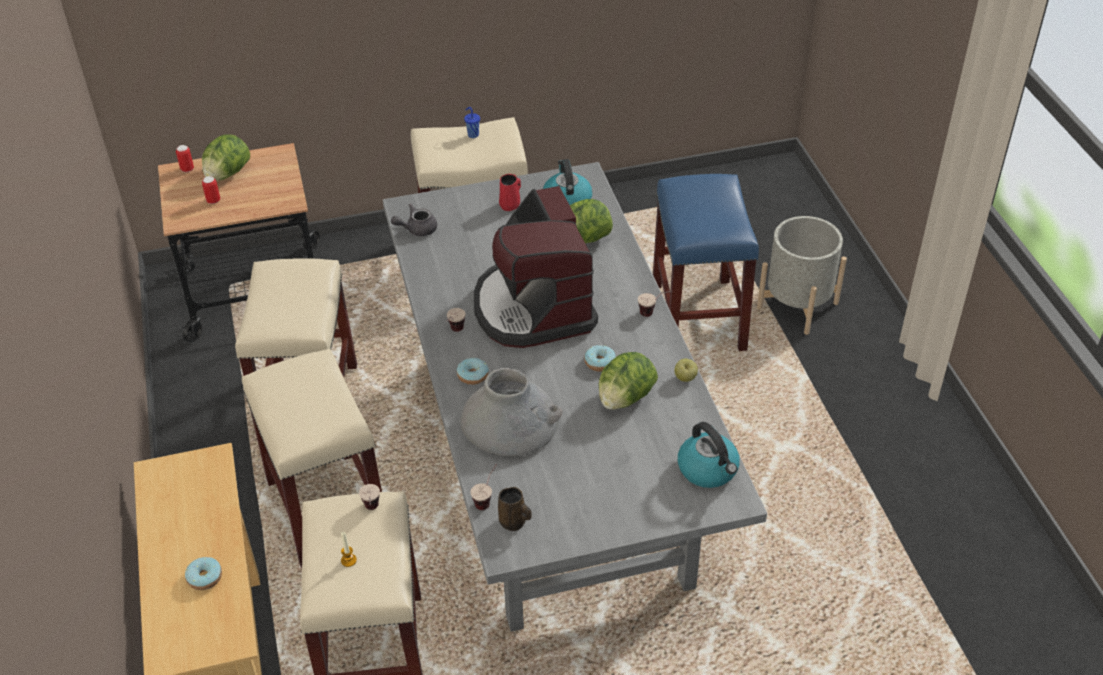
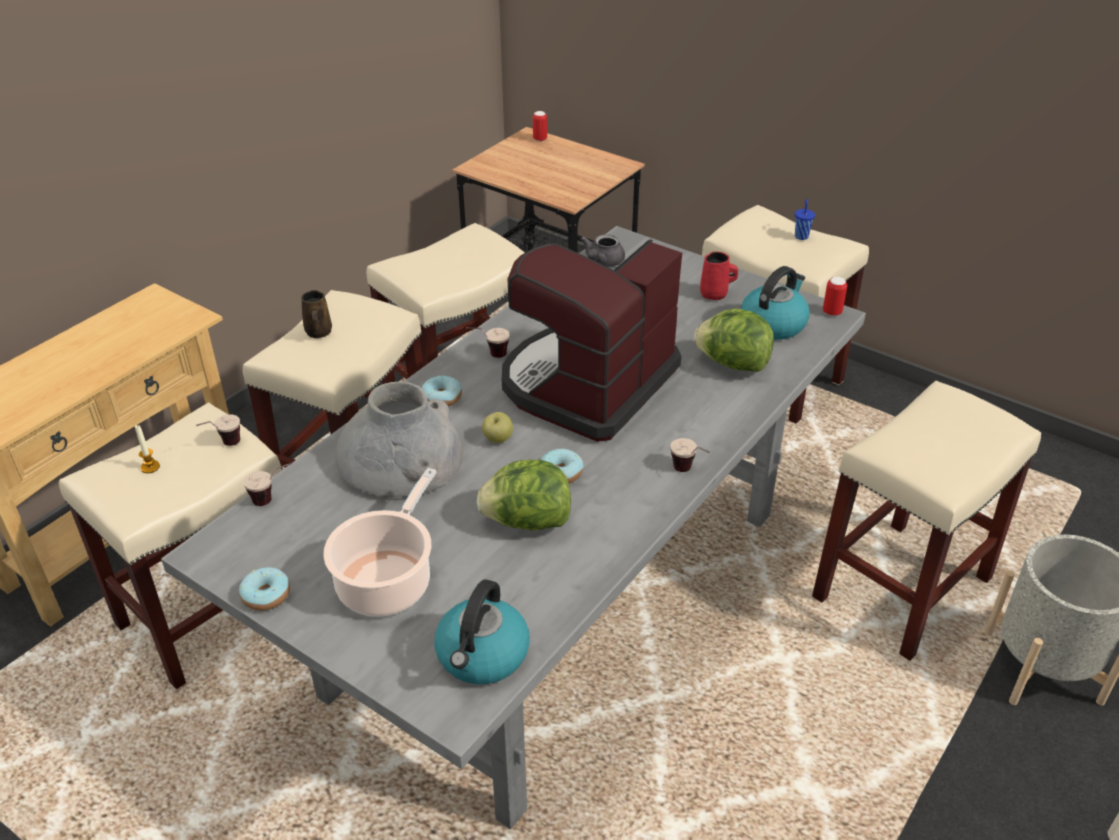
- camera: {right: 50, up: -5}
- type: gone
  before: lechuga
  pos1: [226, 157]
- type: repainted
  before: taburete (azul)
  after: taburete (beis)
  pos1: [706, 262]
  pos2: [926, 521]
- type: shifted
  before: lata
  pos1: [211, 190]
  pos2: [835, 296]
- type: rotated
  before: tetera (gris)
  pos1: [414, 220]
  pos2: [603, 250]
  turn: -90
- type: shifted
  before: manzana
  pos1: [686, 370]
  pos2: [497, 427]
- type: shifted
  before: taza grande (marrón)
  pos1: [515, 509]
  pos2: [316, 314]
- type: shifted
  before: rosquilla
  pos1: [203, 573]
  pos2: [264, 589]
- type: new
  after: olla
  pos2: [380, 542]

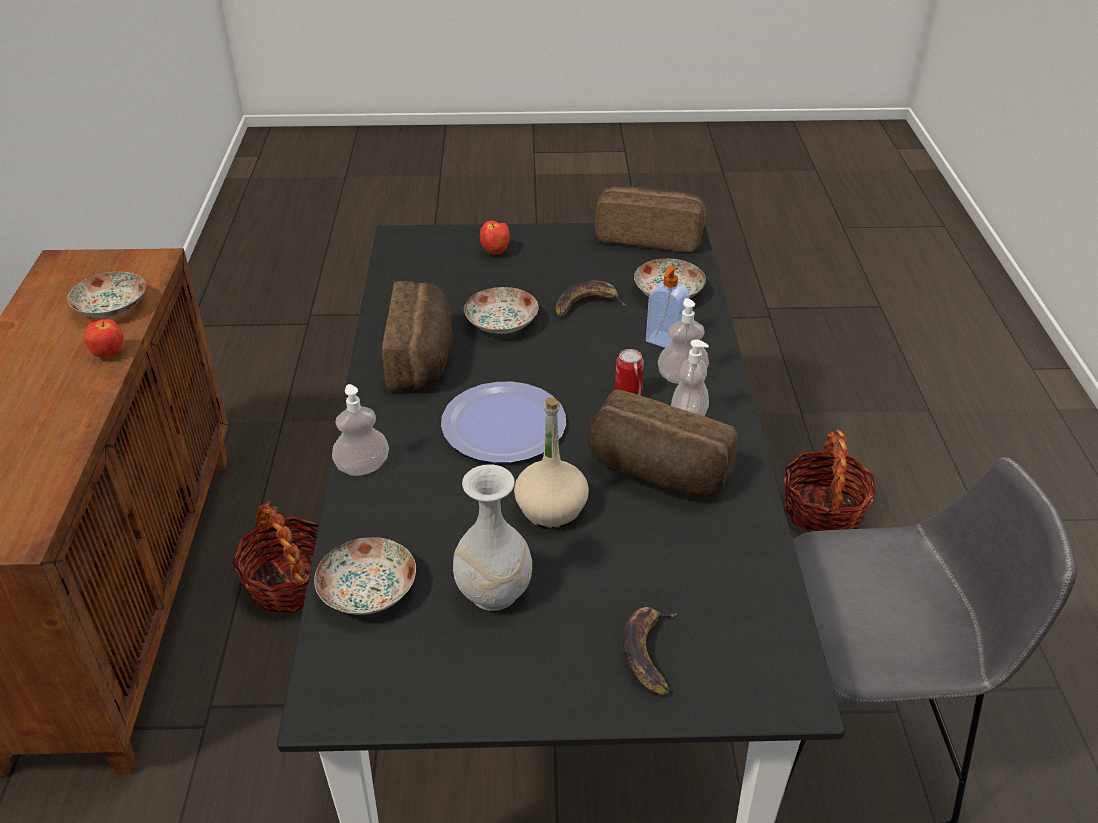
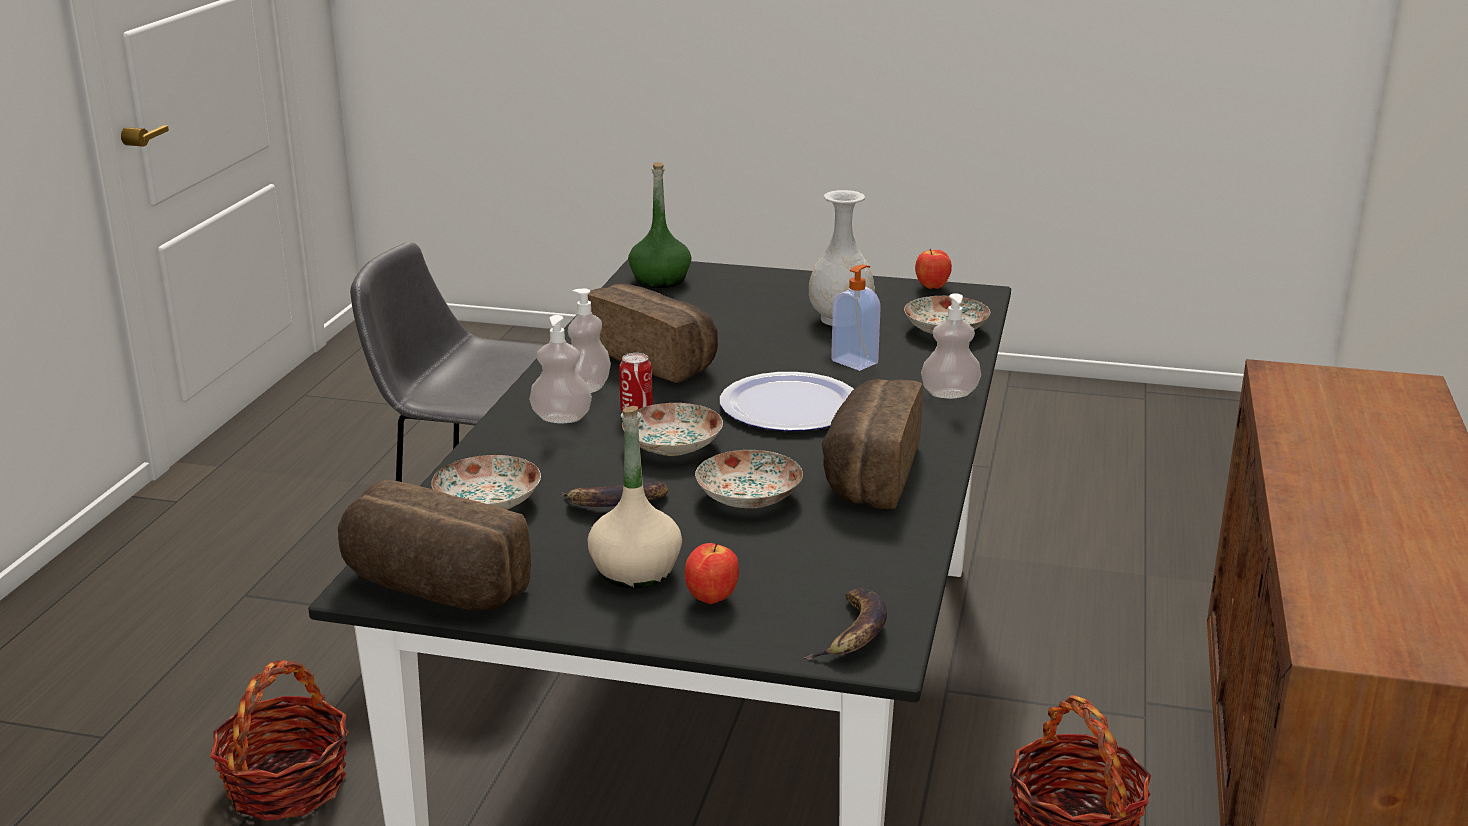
- camera: {right: -165, up: -15}
- type: shifted
  before: dispensador de jabón
  pos1: [668, 307]
  pos2: [856, 317]
- type: shifted
  before: plato
  pos1: [106, 295]
  pos2: [672, 429]
- type: shifted
  before: manzana
  pos1: [104, 338]
  pos2: [933, 269]
- type: shifted
  before: botella (beis)
  pos1: [551, 463]
  pos2: [634, 497]
- type: shifted
  before: plátano
  pos1: [650, 651]
  pos2: [845, 624]
- type: new
  after: botella (verde)
  pos2: [659, 225]

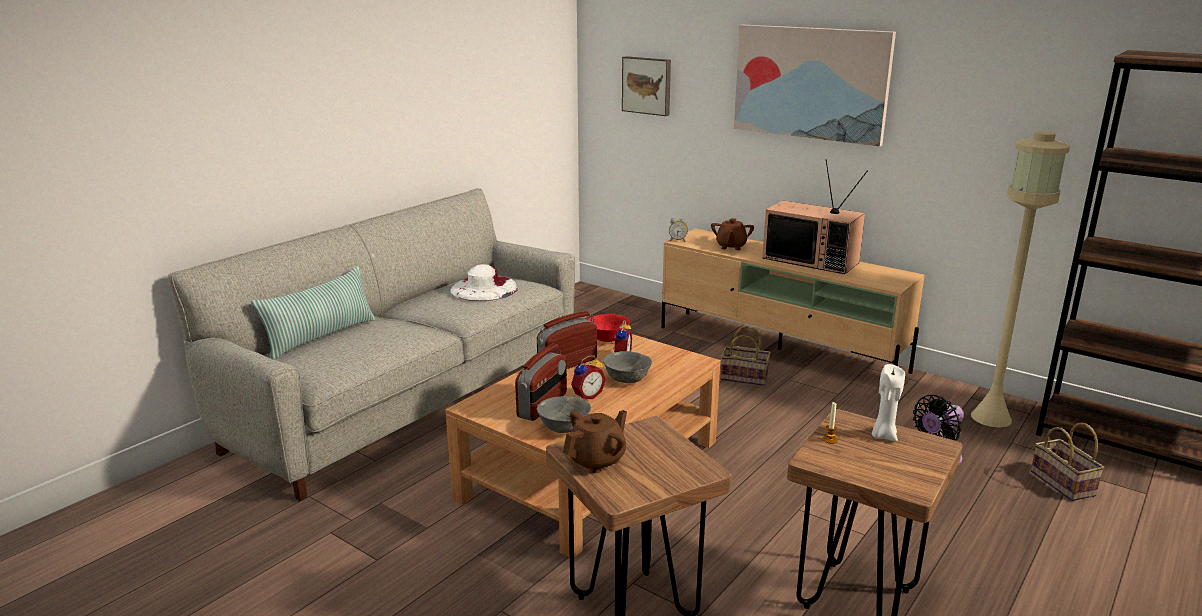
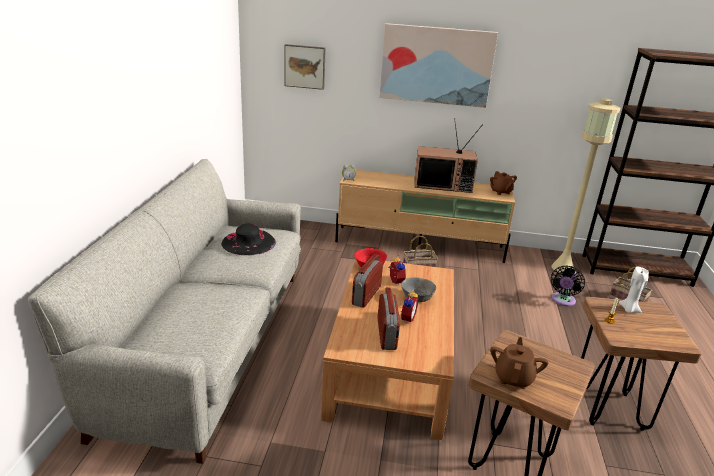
- camera: {right: -30, up: 5}
- type: shifted
  before: tetera (marrón)
  pos1: [732, 234]
  pos2: [503, 183]
- type: repainted
  before: sombrero (blanco)
  after: sombrero (negro)
  pos1: [484, 282]
  pos2: [248, 239]
- type: gone
  before: cojín
  pos1: [313, 313]
- type: gone
  before: cuenco (gris)
  pos1: [564, 414]

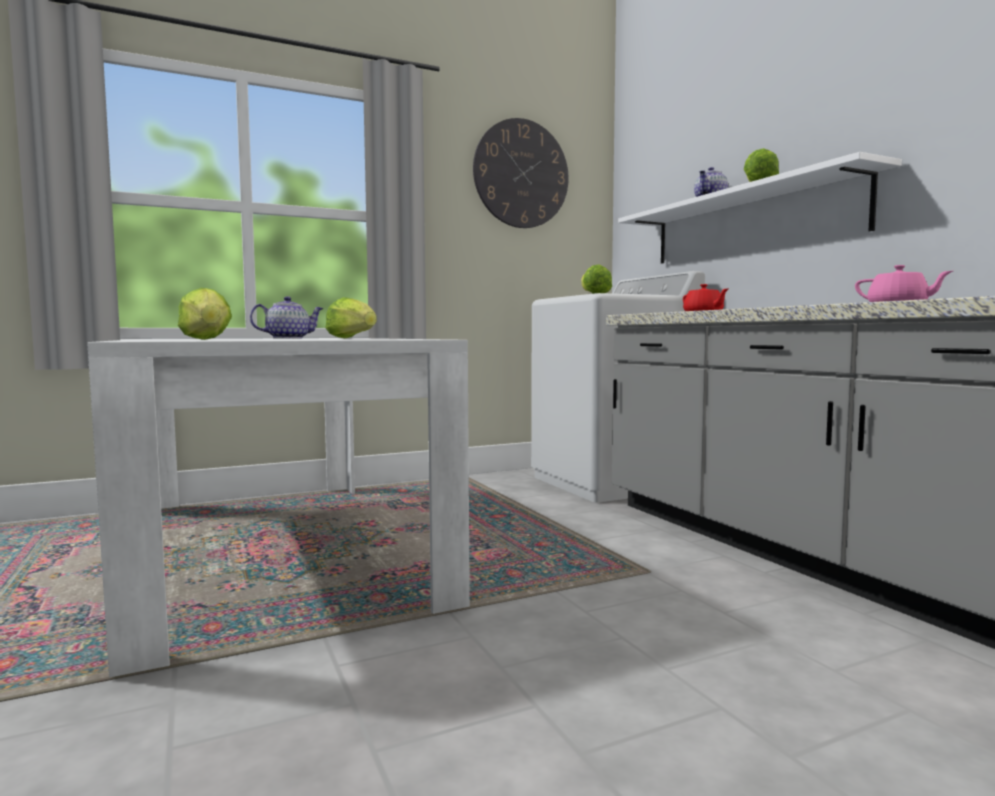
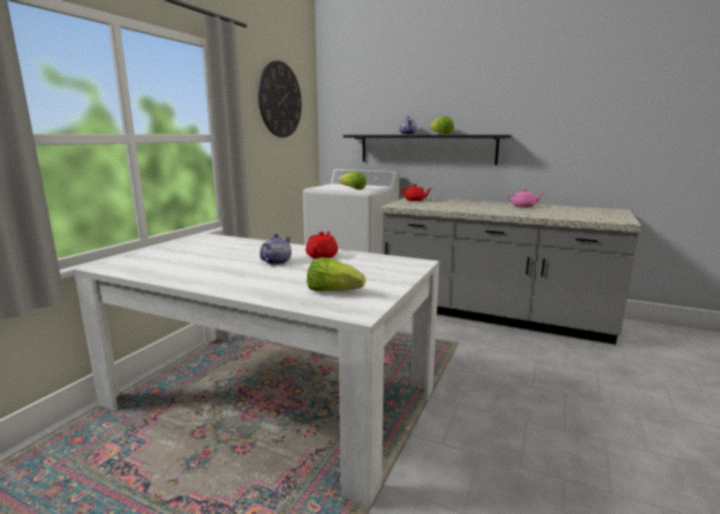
- camera: {right: -40, up: 10}
- type: repainted
  before: estante (blanco)
  after: estante (negro)
  pos1: [760, 208]
  pos2: [427, 150]
- type: swapped
  before: lechuga
  after: tetera (rojo)
  pos1: [351, 317]
  pos2: [322, 245]

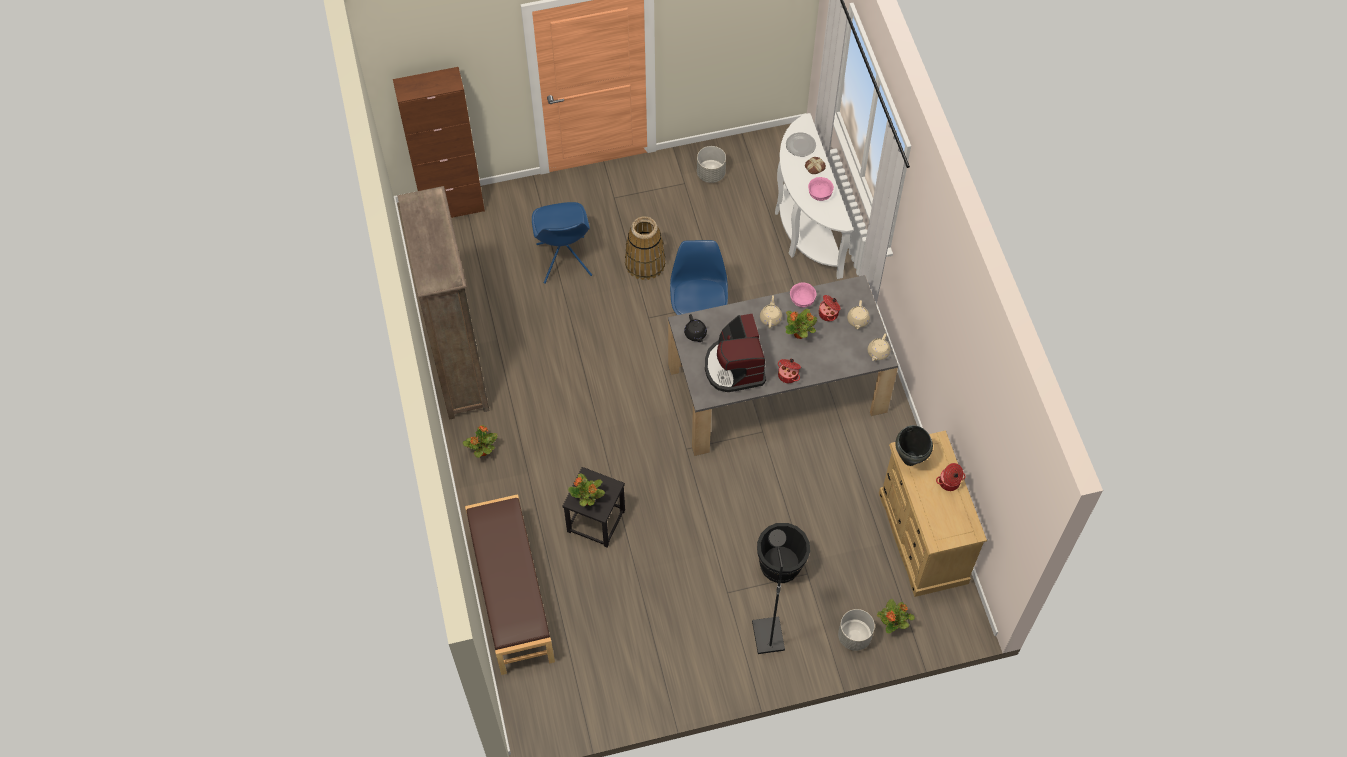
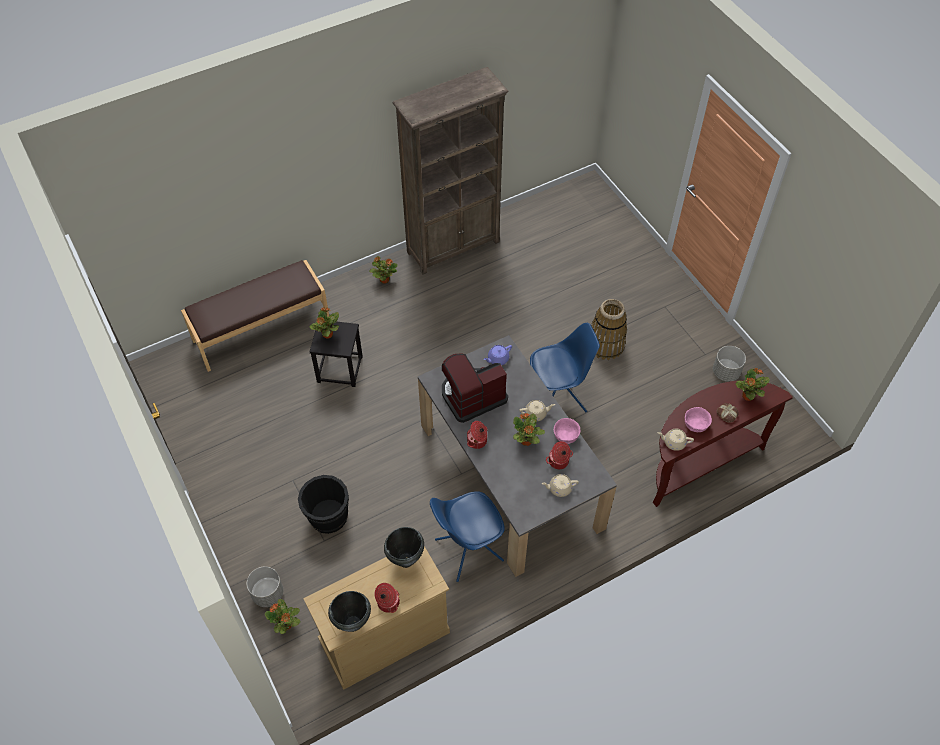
- camera: {right: 75, up: -5}
- type: gone
  before: armario (marrón)
  pos1: [439, 142]
- type: repainted
  before: mesa consola (blanco)
  after: mesa consola (marrón)
  pos1: [814, 196]
  pos2: [723, 443]
- type: swapped
  before: plato
  after: planta en maceta
  pos1: [801, 144]
  pos2: [752, 384]
- type: shifted
  before: silla (azul)
  pos1: [562, 243]
  pos2: [467, 536]
- type: repainted
  before: tetera (negro)
  after: tetera (morado)
  pos1: [695, 328]
  pos2: [497, 355]
- type: shifted
  before: tetera (beis)
  pos1: [879, 347]
  pos2: [676, 439]
- type: gone
  before: lámpara de pie (negro)
  pos1: [769, 591]
- type: new
  after: olla (negro)
  pos2: [349, 611]

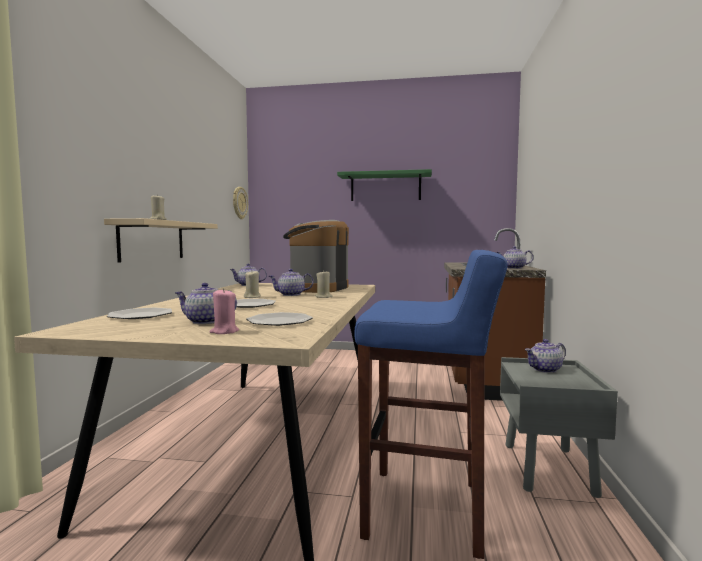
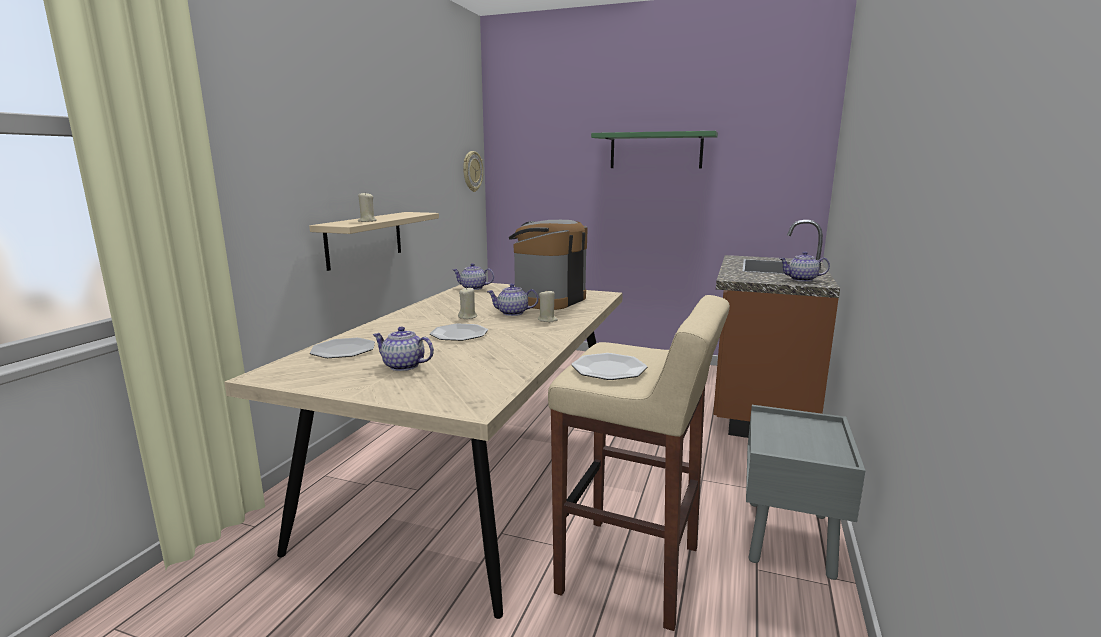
- camera: {right: 10, up: 10}
- type: repainted
  before: taburete (azul)
  after: taburete (beis)
  pos1: [431, 404]
  pos2: [639, 463]
- type: gone
  before: vela (rosa)
  pos1: [224, 311]
- type: shifted
  before: plato
  pos1: [279, 319]
  pos2: [609, 366]
- type: gone
  before: tetera
  pos1: [545, 356]

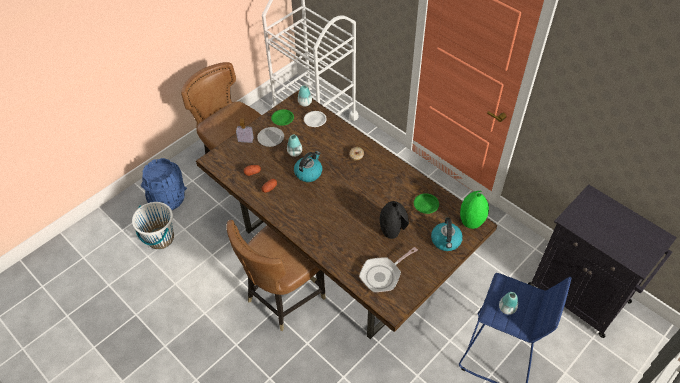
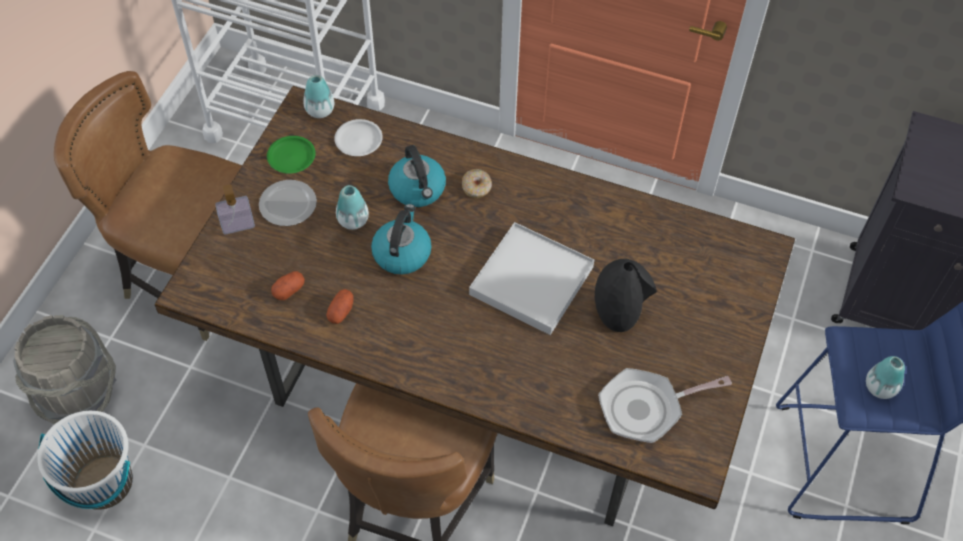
- camera: {right: -25, up: 5}
- type: repainted
  before: cubo (azul)
  after: cubo (gris)
  pos1: [164, 184]
  pos2: [65, 370]
- type: gone
  before: florero (verde)
  pos1: [474, 210]
- type: gone
  before: plato (verde)
  pos1: [426, 203]
- type: shifted
  before: hervidor
  pos1: [447, 234]
  pos2: [417, 176]
- type: rotated
  before: sartén
  pos1: [388, 269]
  pos2: [665, 405]
  turn: 45
- type: new
  after: bandeja (blanco)
  pos2: [531, 278]

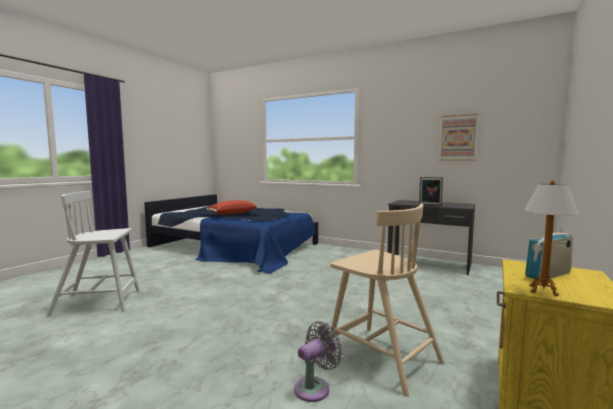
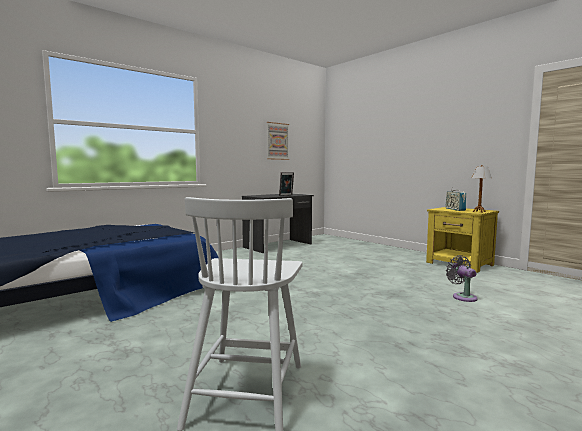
- camera: {right: -70, up: 0}
- type: gone
  before: cojín (rojo)
  pos1: [232, 207]
- type: gone
  before: silla (beis)
  pos1: [387, 300]

